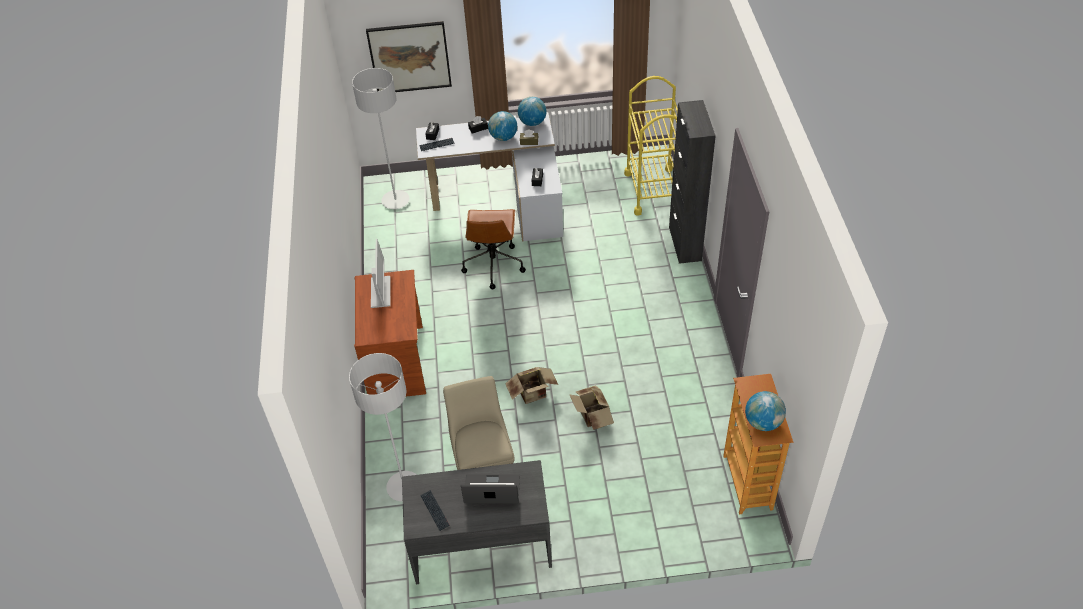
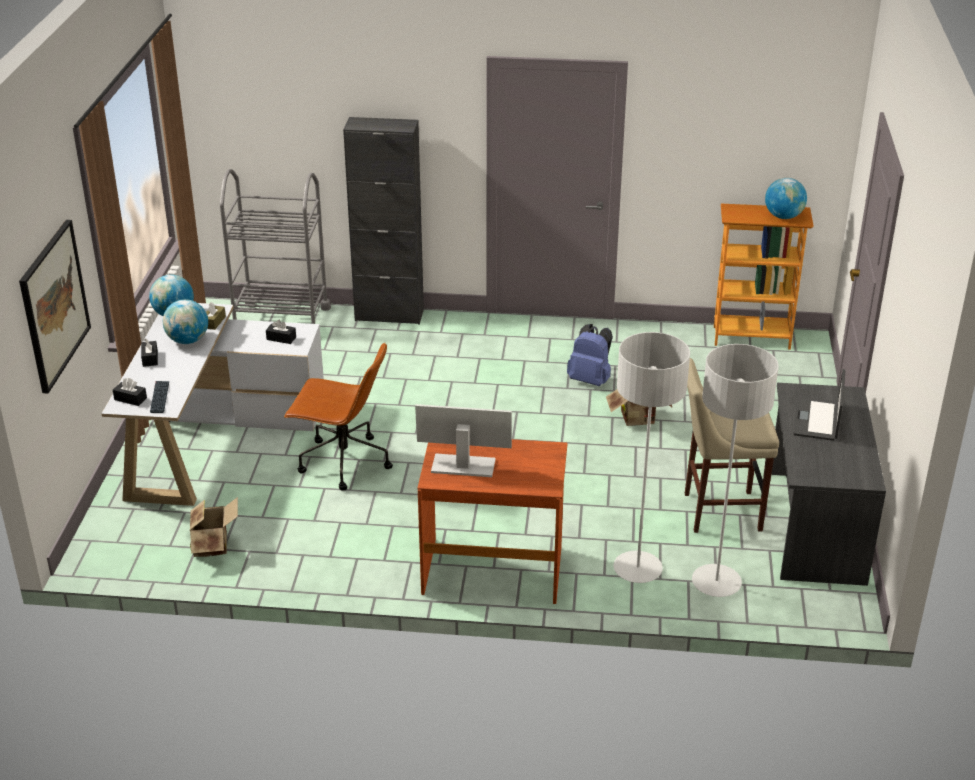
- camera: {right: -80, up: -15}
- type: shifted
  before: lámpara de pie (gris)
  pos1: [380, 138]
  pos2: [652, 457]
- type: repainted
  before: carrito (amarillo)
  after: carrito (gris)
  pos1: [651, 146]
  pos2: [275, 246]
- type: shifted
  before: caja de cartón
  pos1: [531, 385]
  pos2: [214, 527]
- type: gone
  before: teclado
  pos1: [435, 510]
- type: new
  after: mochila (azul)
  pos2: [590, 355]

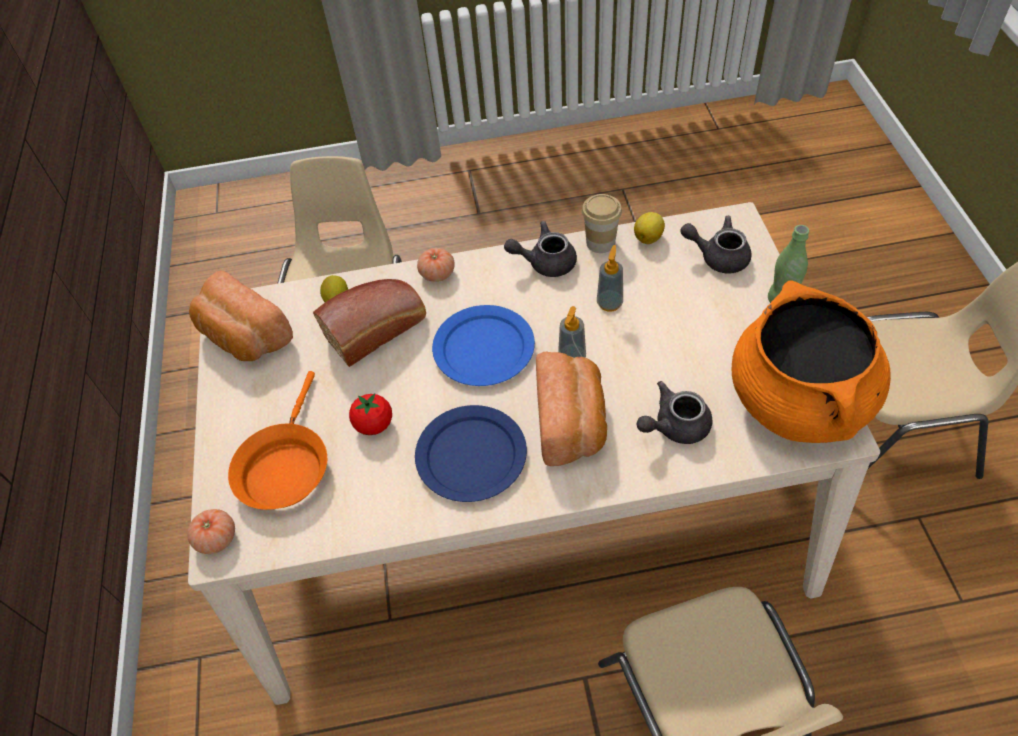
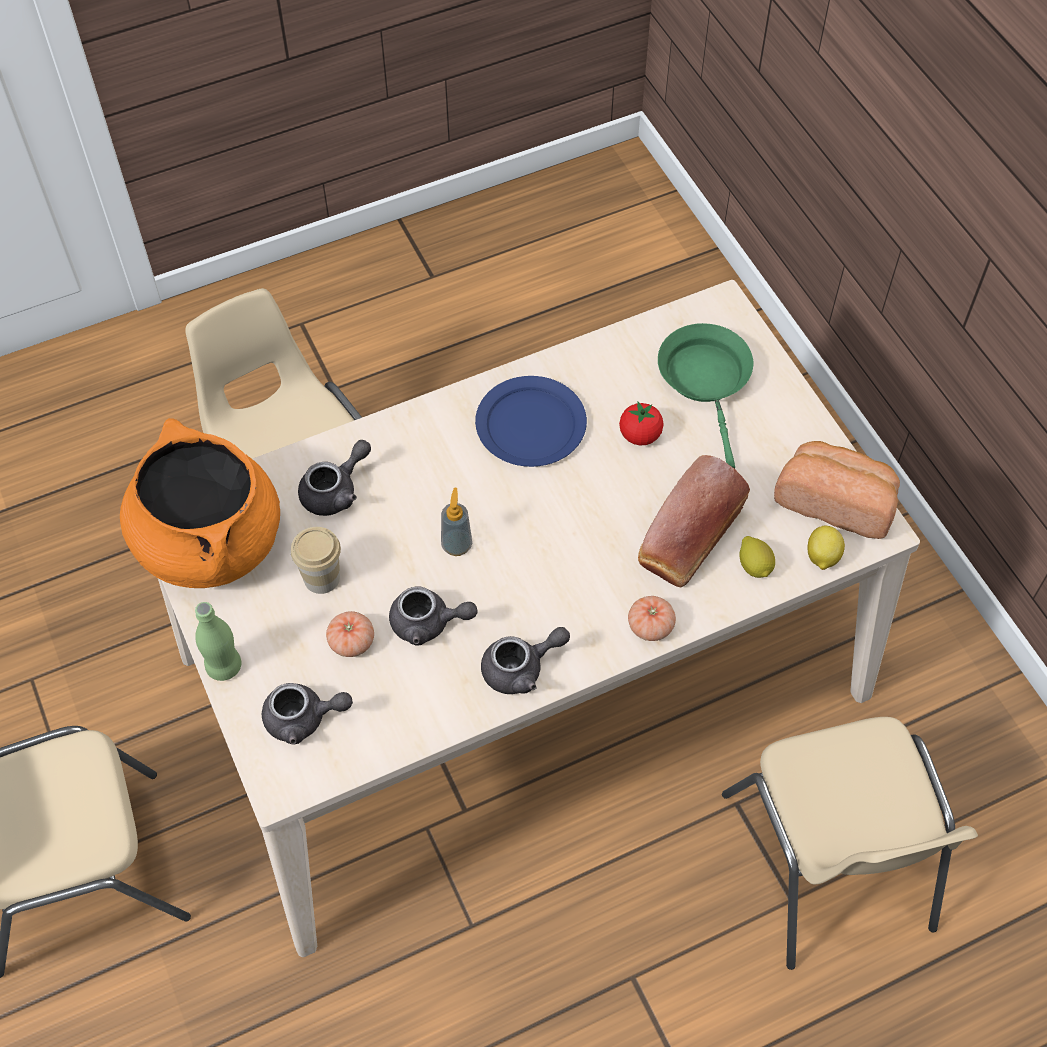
- camera: {right: 160, up: 5}
- type: shifted
  before: taza
  pos1: [602, 223]
  pos2: [316, 560]
- type: shifted
  before: limón
  pos1: [649, 228]
  pos2: [826, 548]
- type: swapped
  before: dispensador de jabón
  after: tetera (gris)
  pos1: [610, 278]
  pos2: [433, 615]
- type: gone
  before: plato (azul)
  pos1: [483, 345]
- type: gone
  before: pan
  pos1: [571, 409]
- type: repainted
  before: sartén (naranja)
  after: sartén (verde)
  pos1: [277, 440]
  pos2: [705, 396]
- type: shifted
  before: tomate
  pos1: [211, 531]
  pos2: [350, 634]

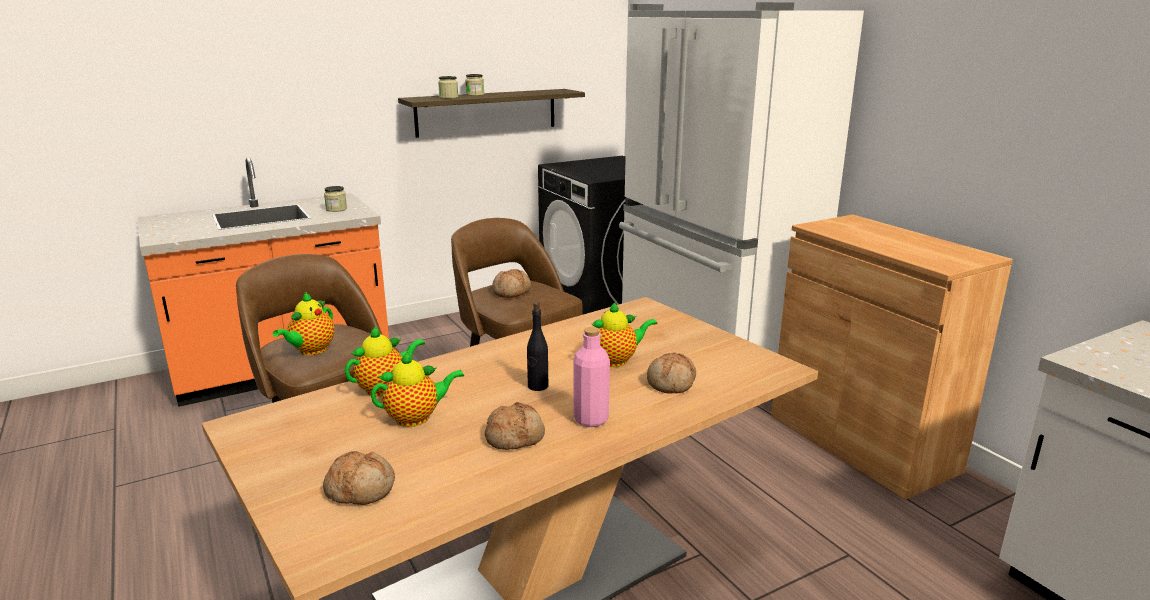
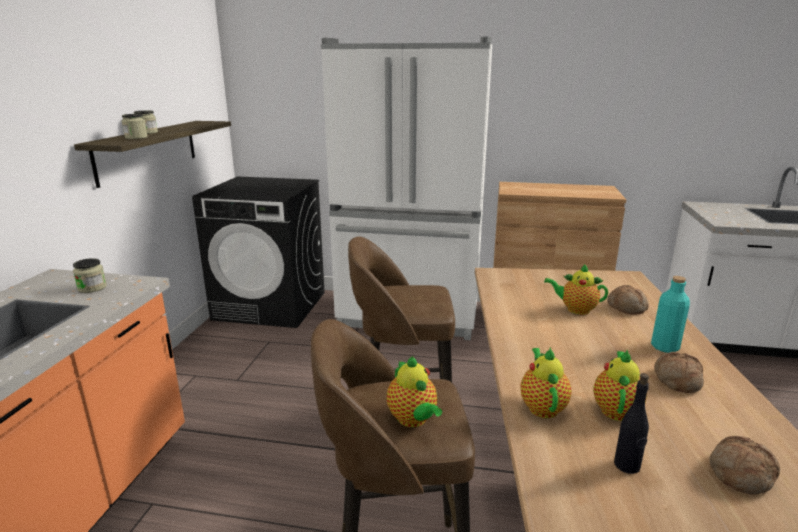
- camera: {right: -50, up: 0}
- type: gone
  before: pan
  pos1: [511, 283]
- type: shifted
  before: botella (negro)
  pos1: [537, 346]
  pos2: [631, 423]
- type: rotated
  before: tetera
  pos1: [624, 334]
  pos2: [576, 289]
  turn: -90
- type: repainted
  before: botella (rosa)
  after: botella (turquesa)
  pos1: [591, 377]
  pos2: [670, 314]

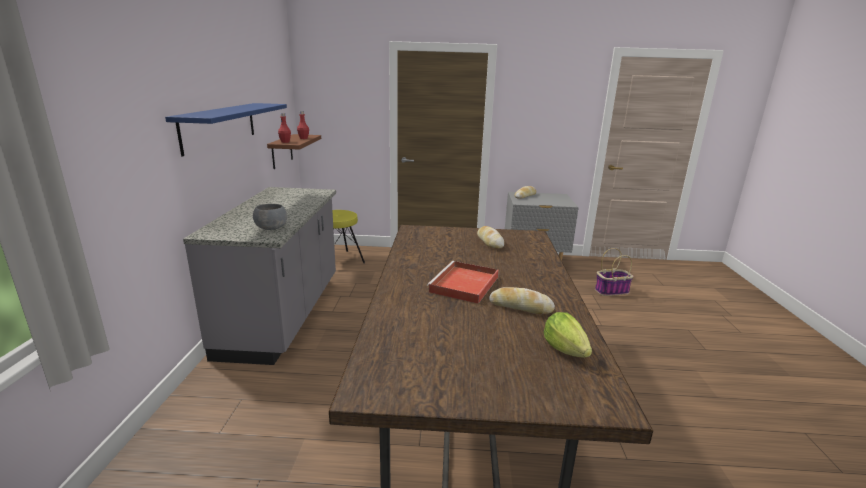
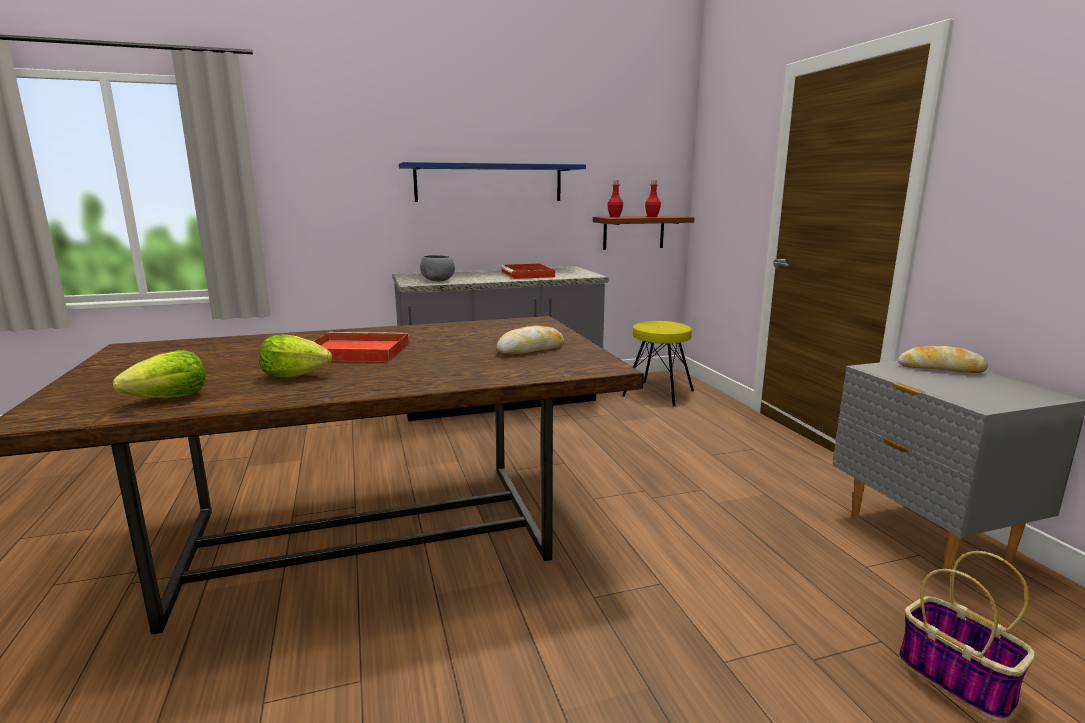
- camera: {right: 70, up: -5}
- type: swapped
  before: pan
  after: lechuga
  pos1: [522, 301]
  pos2: [295, 356]
- type: new
  after: bandeja (rojo)
  pos2: [527, 271]

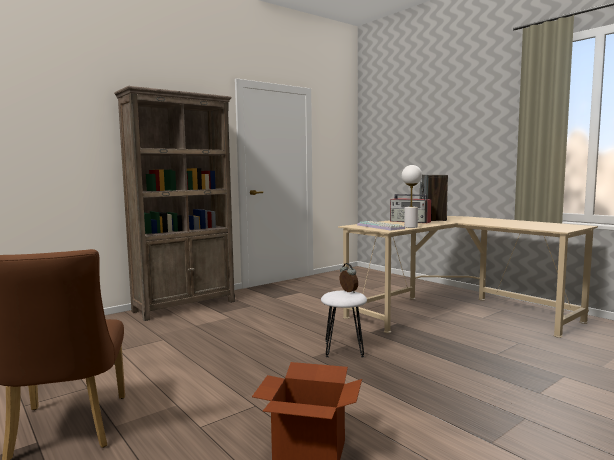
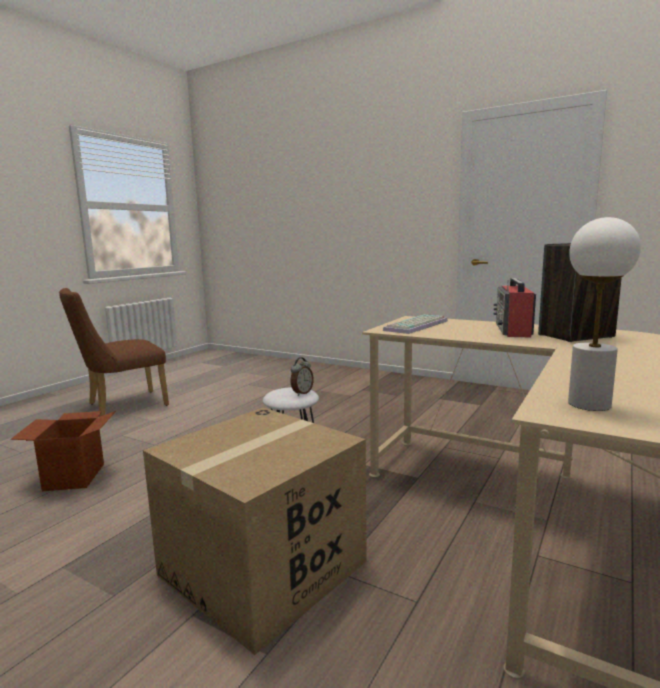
- camera: {right: 70, up: 5}
- type: gone
  before: estantería (marrón)
  pos1: [174, 203]
- type: shifted
  before: lámpara de mesa (blanco)
  pos1: [412, 196]
  pos2: [604, 314]
- type: new
  after: caja de cartón
  pos2: [255, 531]

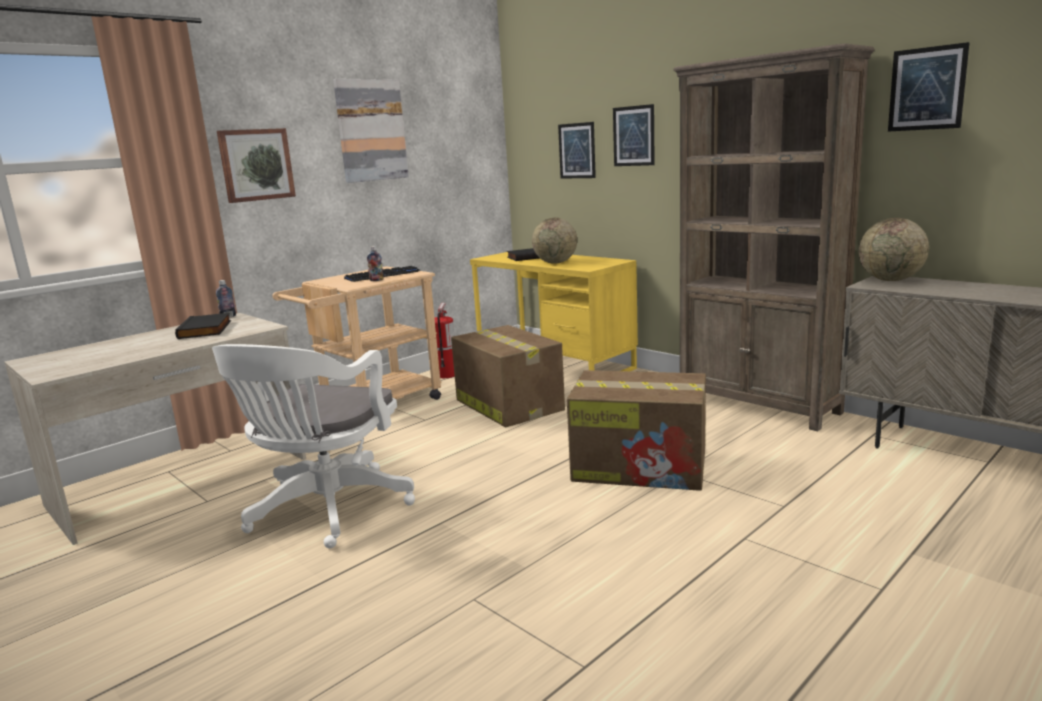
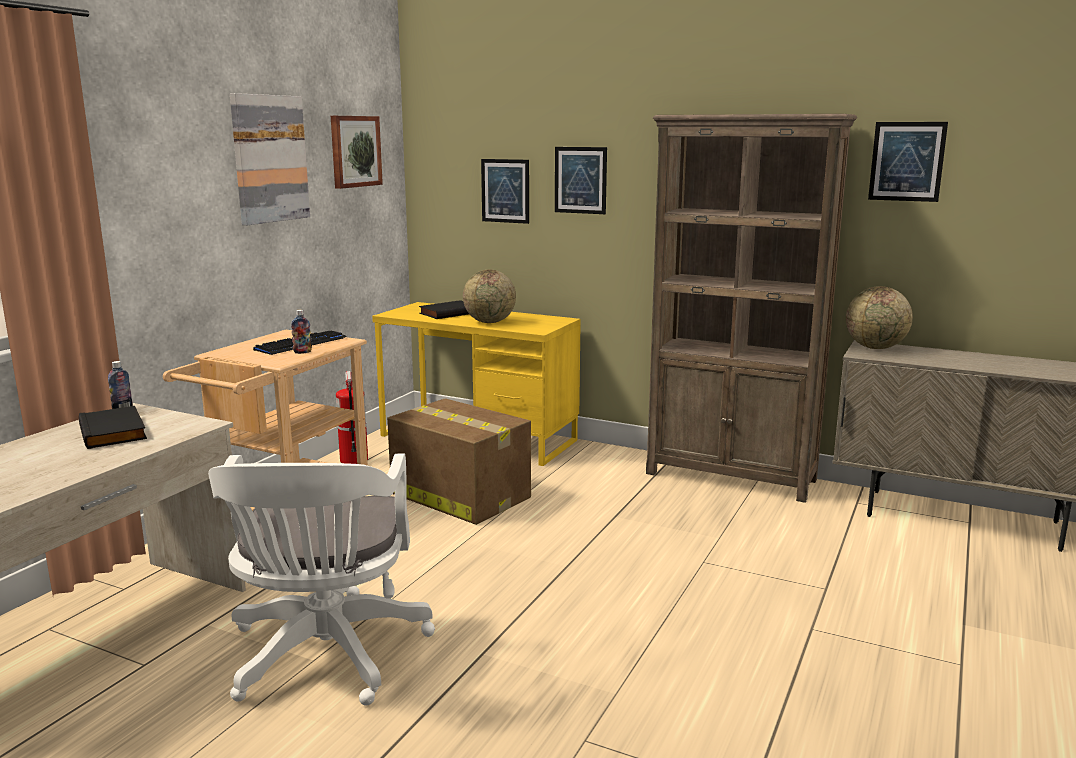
- camera: {right: -20, up: 0}
- type: shifted
  before: cuadro
  pos1: [256, 165]
  pos2: [357, 152]
- type: gone
  before: caja de cartón
  pos1: [636, 430]

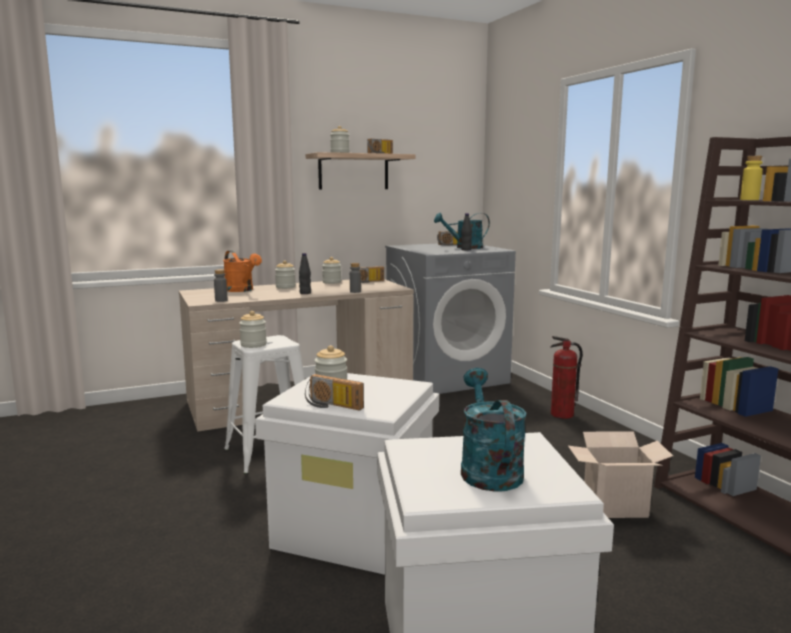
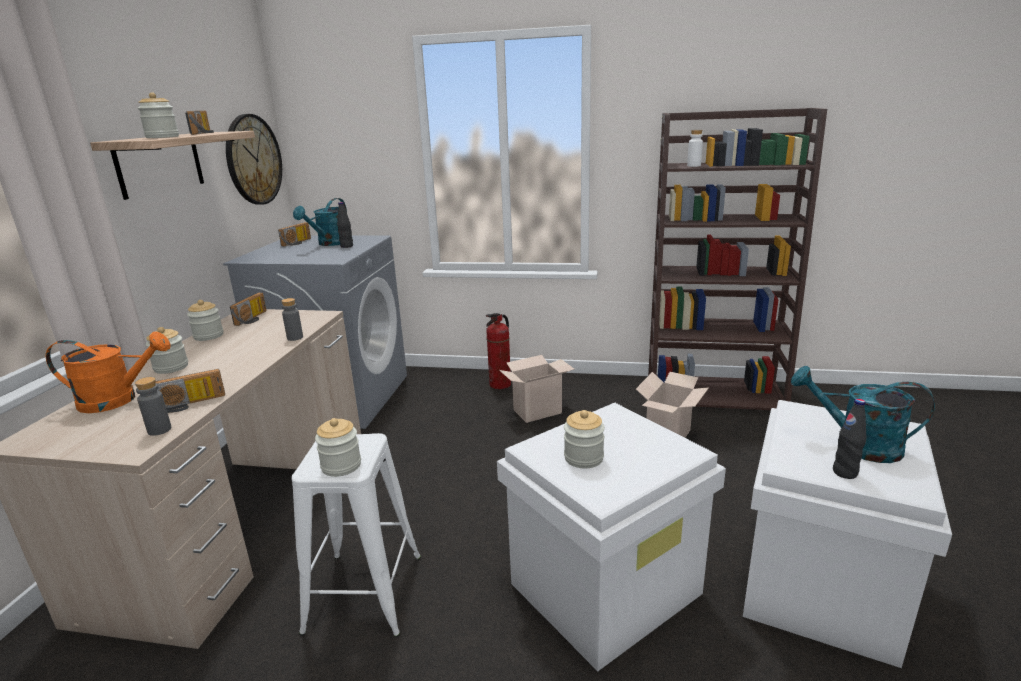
- camera: {right: -55, up: 10}
- type: repainted
  before: botella (amarillo)
  after: botella (blanco)
  pos1: [751, 178]
  pos2: [695, 148]
- type: shifted
  before: botella (negro)
  pos1: [305, 273]
  pos2: [849, 439]
- type: shifted
  before: radio
  pos1: [334, 392]
  pos2: [190, 391]
- type: new
  after: reloj de pared
  pos2: [254, 159]
- type: new
  after: caja de cartón
  pos2: [536, 389]

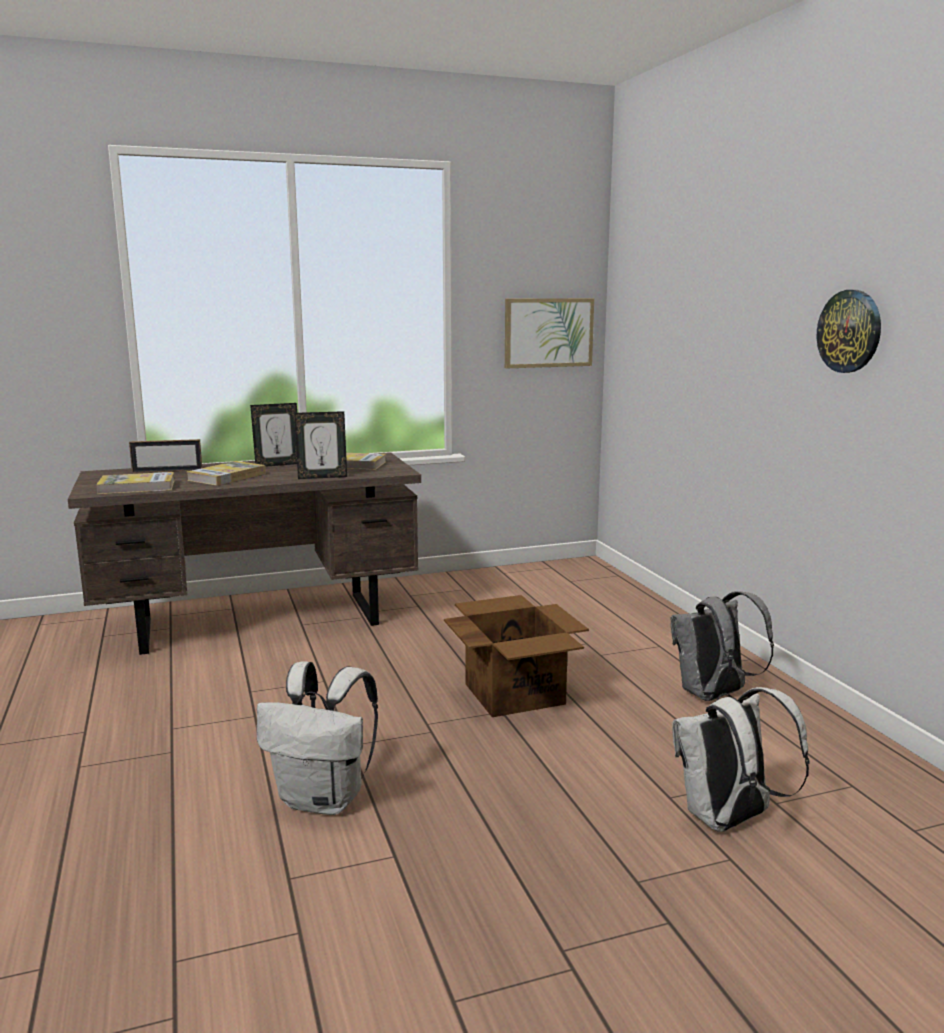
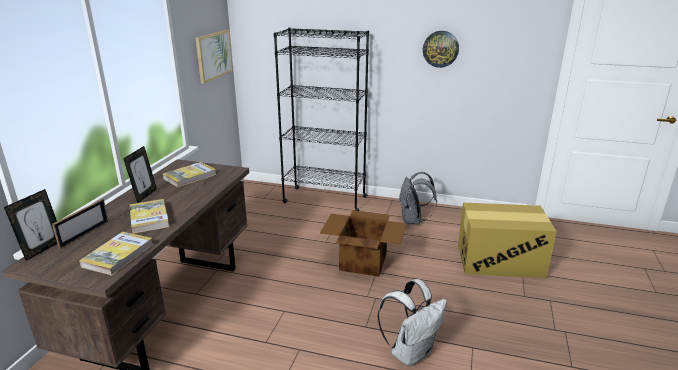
- camera: {right: -55, up: 10}
- type: shifted
  before: portarretratos
  pos1: [321, 445]
  pos2: [30, 225]
- type: swapped
  before: mochila (blanco)
  after: caja de cartón
  pos1: [741, 759]
  pos2: [507, 240]
- type: new
  after: estantería (negro)
  pos2: [321, 119]

